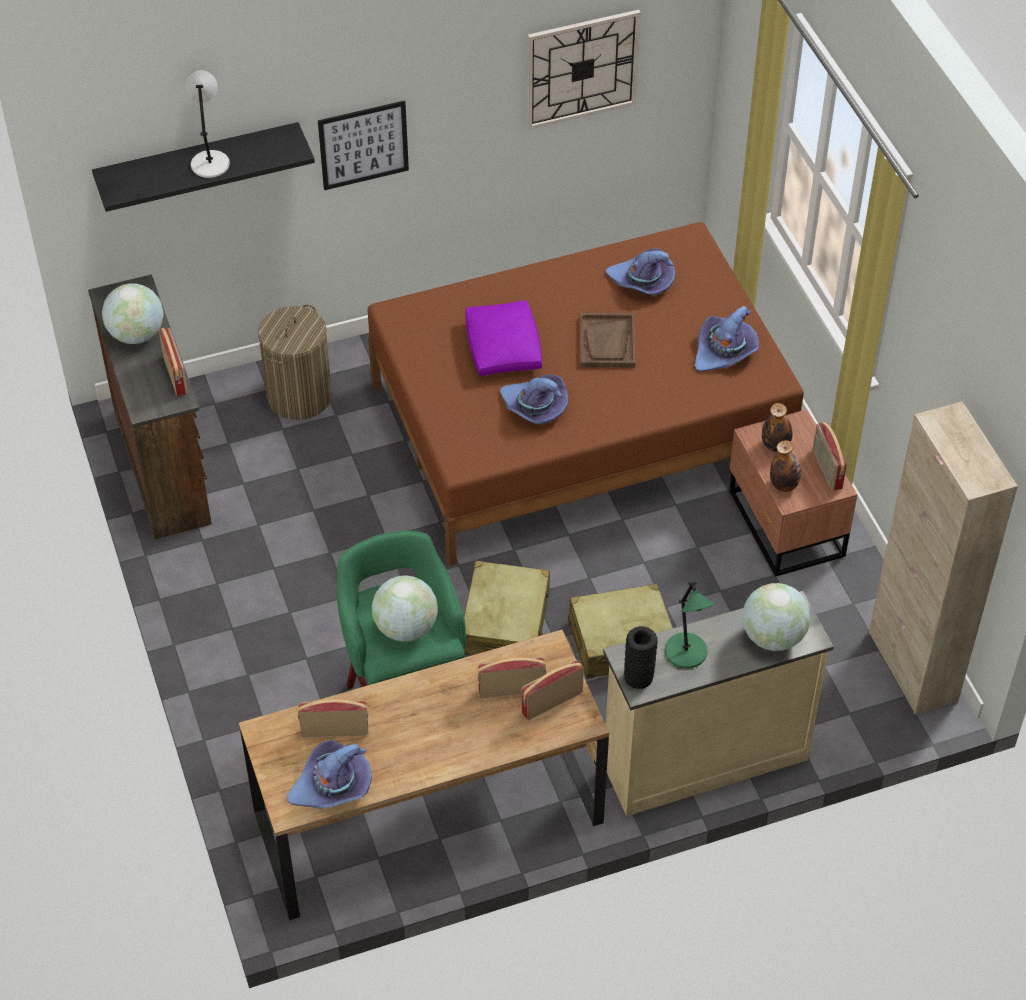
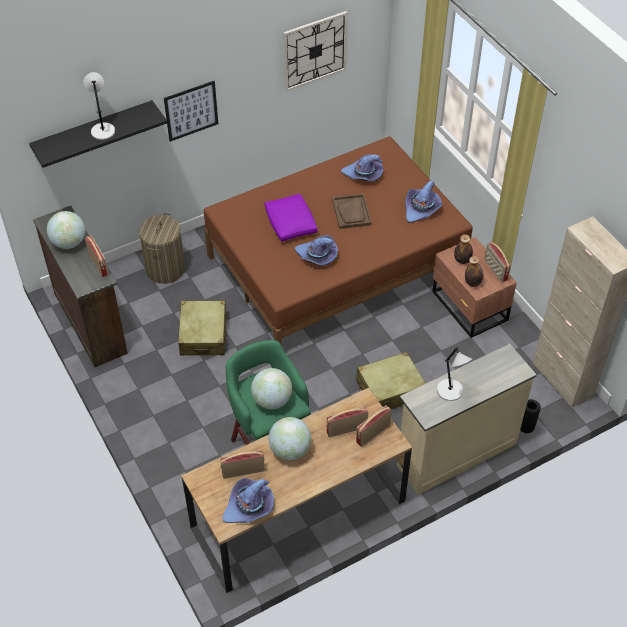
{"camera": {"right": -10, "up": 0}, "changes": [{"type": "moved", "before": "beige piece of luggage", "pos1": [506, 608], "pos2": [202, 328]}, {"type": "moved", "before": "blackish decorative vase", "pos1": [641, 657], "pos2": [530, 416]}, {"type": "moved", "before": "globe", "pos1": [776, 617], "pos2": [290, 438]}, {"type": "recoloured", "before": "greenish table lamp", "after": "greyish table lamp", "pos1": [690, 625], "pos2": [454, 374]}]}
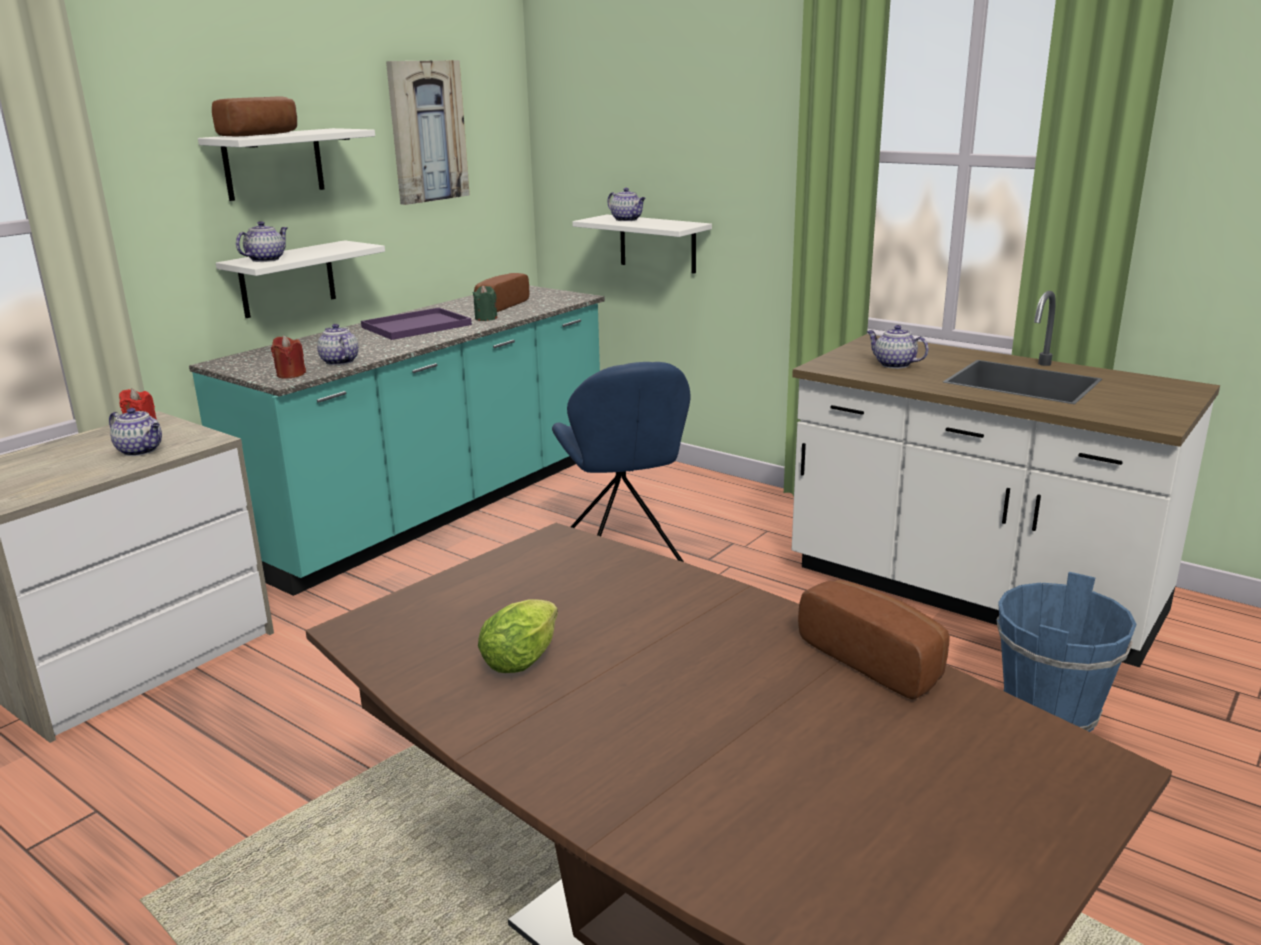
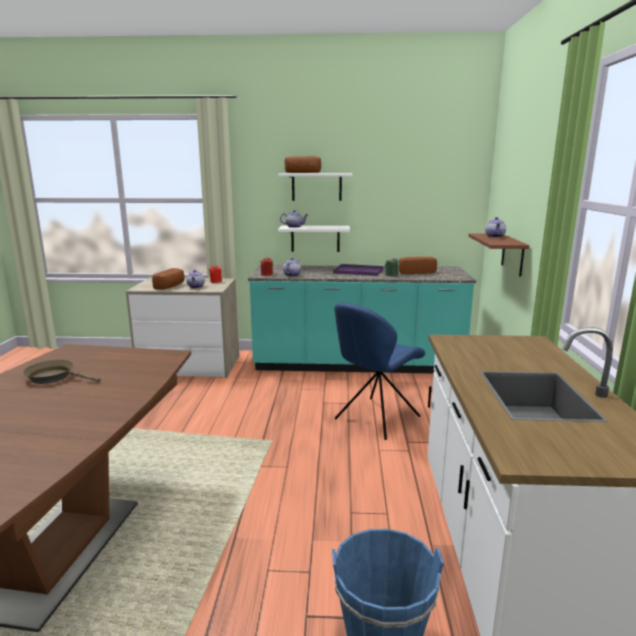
{"camera": {"right": 55, "up": -5}, "changes": [{"type": "removed", "before": "wall picture", "pos1": [428, 132]}, {"type": "removed", "before": "pot for tea", "pos1": [898, 347]}, {"type": "moved", "before": "bakery bread", "pos1": [874, 640], "pos2": [168, 279]}, {"type": "replaced", "before": "lettuce", "after": "brownish skillet", "pos1": [518, 636], "pos2": [61, 372]}, {"type": "recoloured", "before": "white shelf", "after": "brownish shelf", "pos1": [642, 244], "pos2": [499, 255]}]}
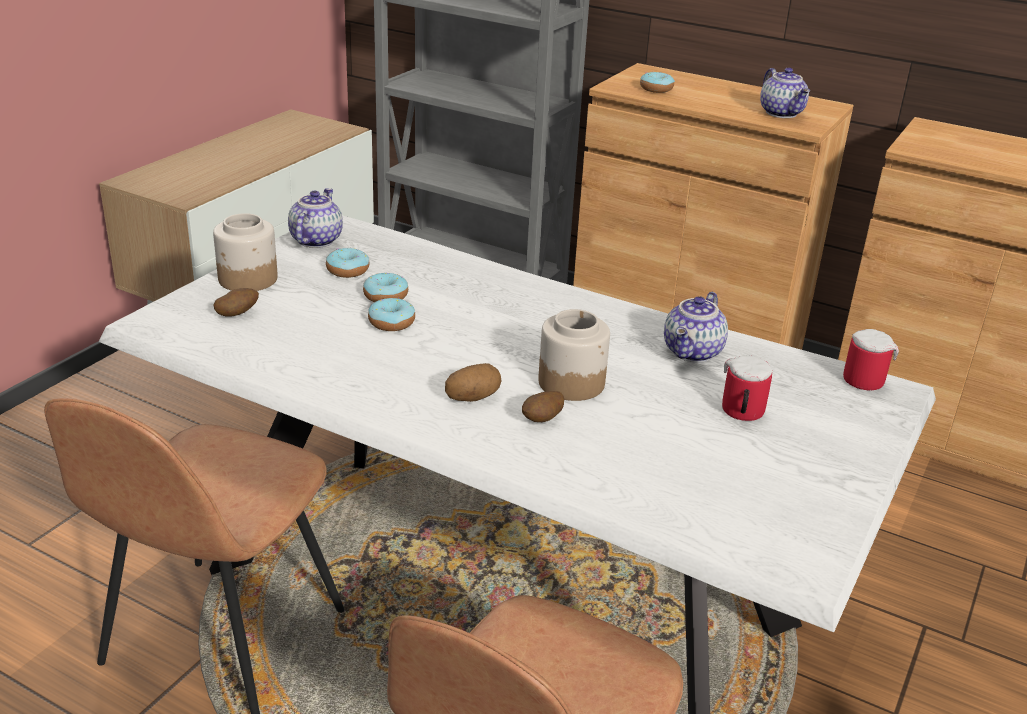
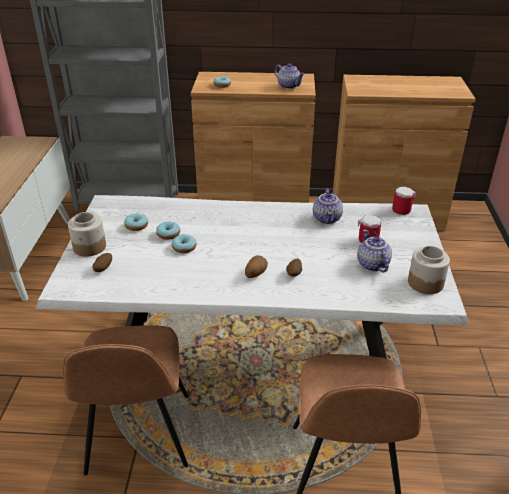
{"camera": {"right": -25, "up": 5}, "changes": [{"type": "moved", "before": "pot for tea", "pos1": [315, 218], "pos2": [374, 251]}, {"type": "moved", "before": "storage jar", "pos1": [574, 355], "pos2": [429, 270]}]}
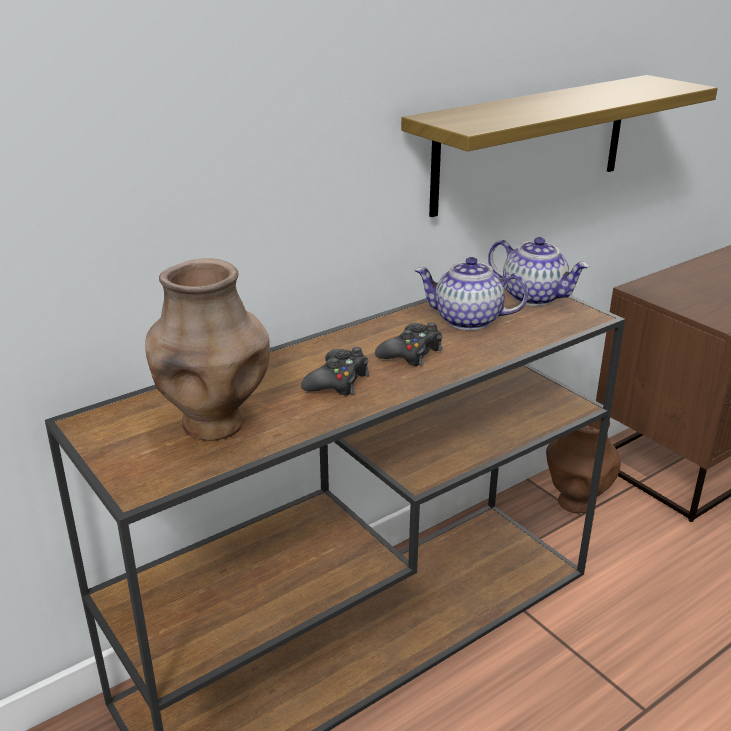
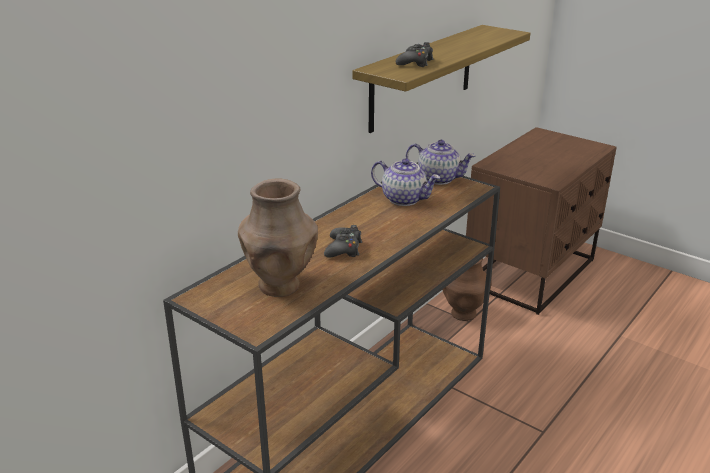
{"camera": {"right": -15, "up": 0}, "changes": [{"type": "moved", "before": "blackish game controller", "pos1": [409, 344], "pos2": [415, 54]}, {"type": "turned", "before": "pot for tea", "pos1": [471, 293], "pos2": [405, 182], "turn": -150}]}
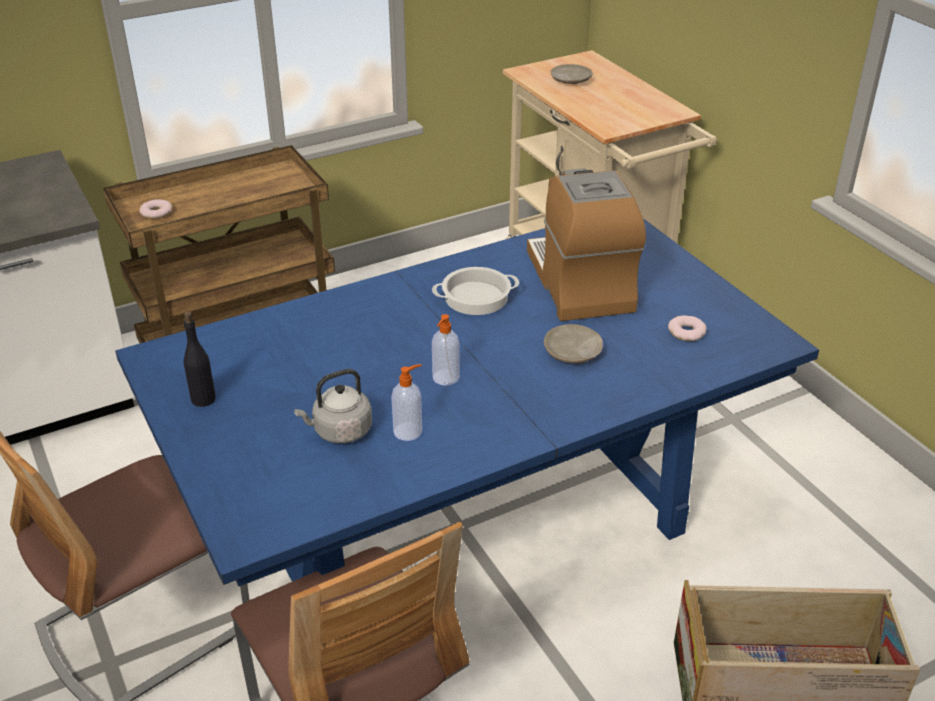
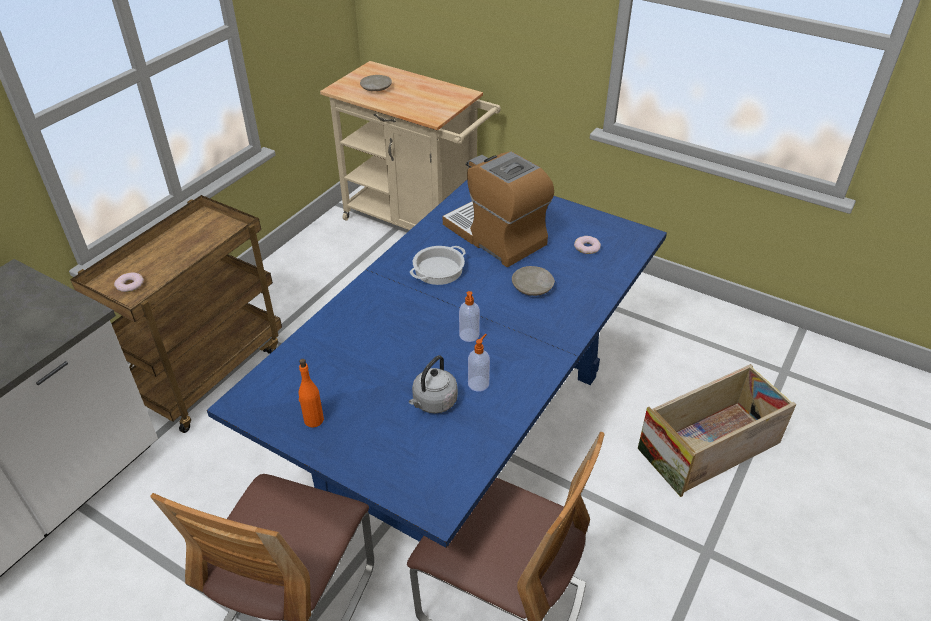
{"camera": {"right": -30, "up": 5}, "changes": [{"type": "recoloured", "before": "blackish beverage bottle", "after": "orangey beverage bottle", "pos1": [200, 359], "pos2": [311, 393]}]}
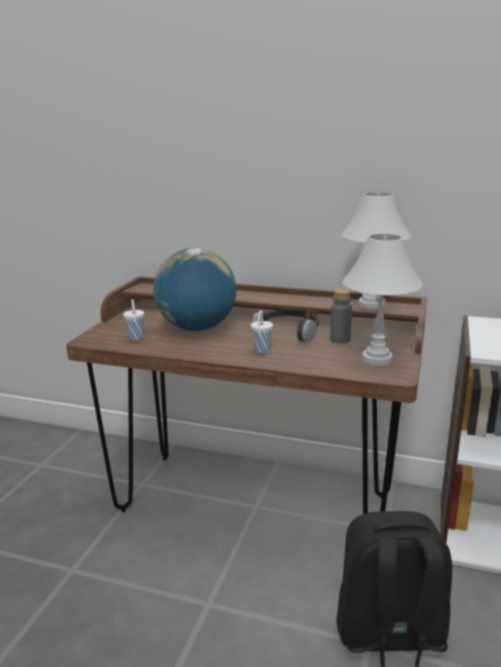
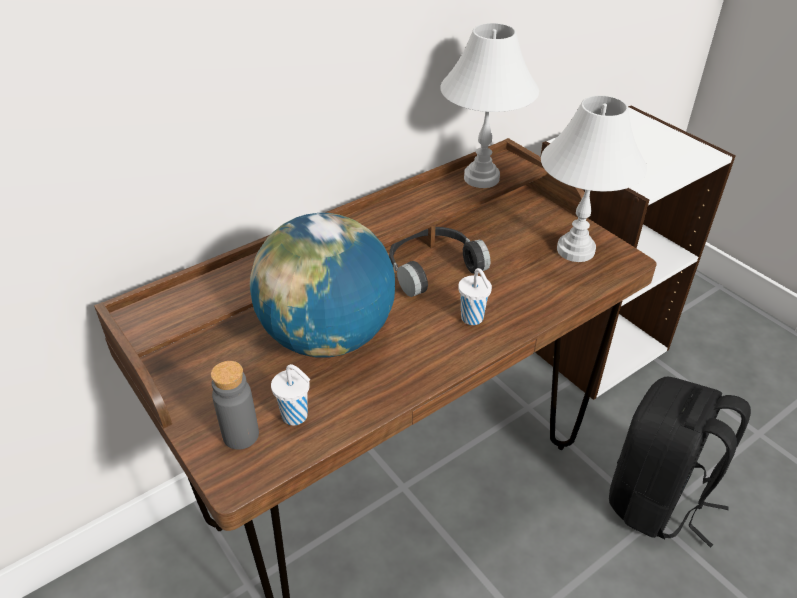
{"camera": {"right": -55, "up": 20}, "changes": [{"type": "moved", "before": "greyish beverage bottle", "pos1": [341, 316], "pos2": [235, 405]}]}
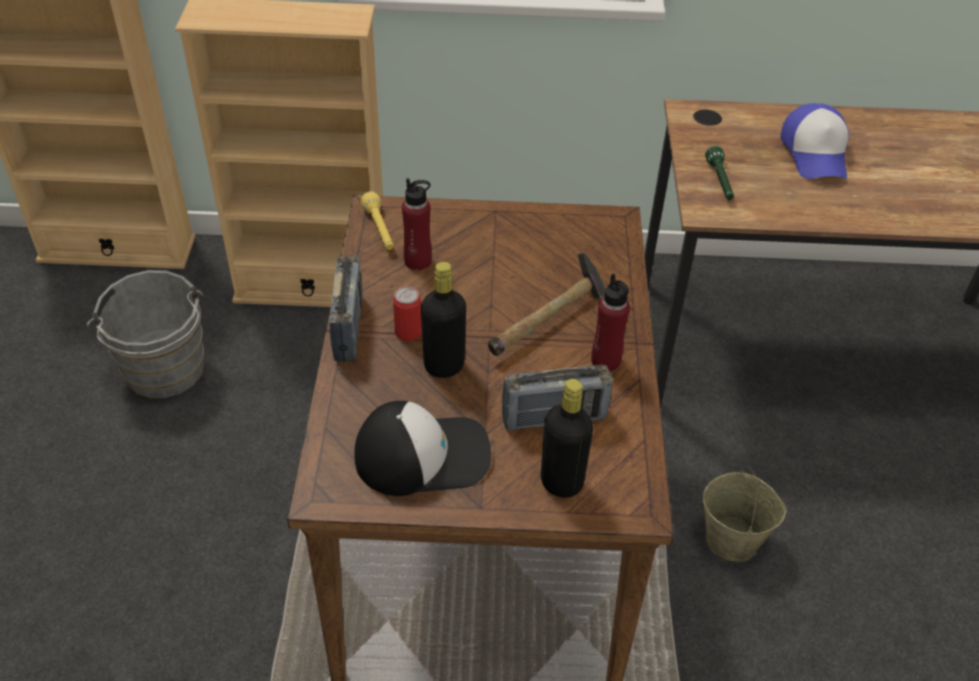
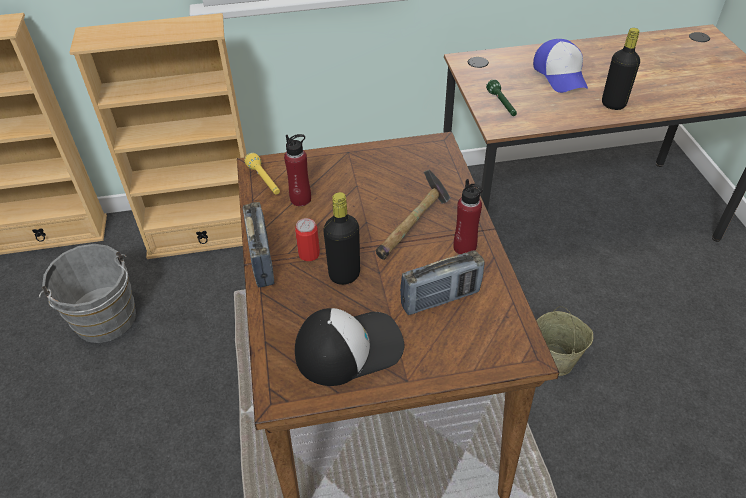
{"camera": {"right": -10, "up": 0}, "changes": [{"type": "moved", "before": "blackish beverage bottle", "pos1": [567, 438], "pos2": [621, 69]}]}
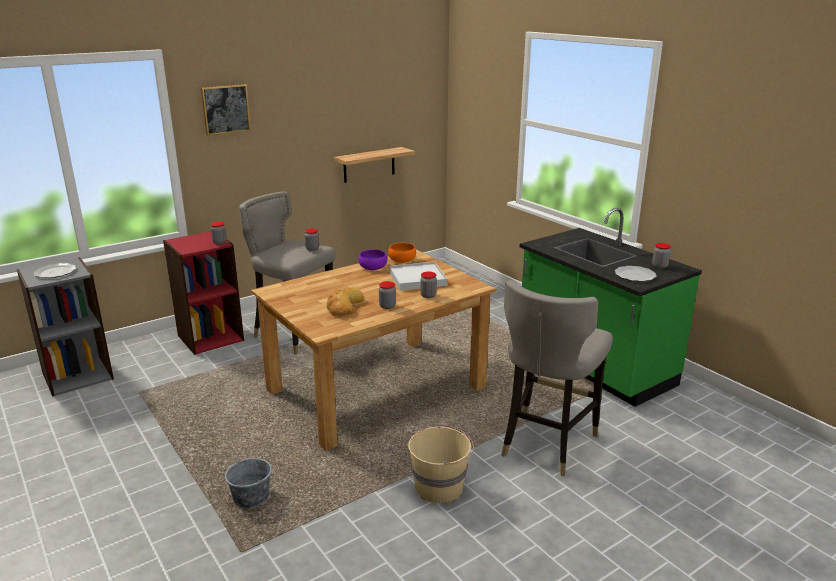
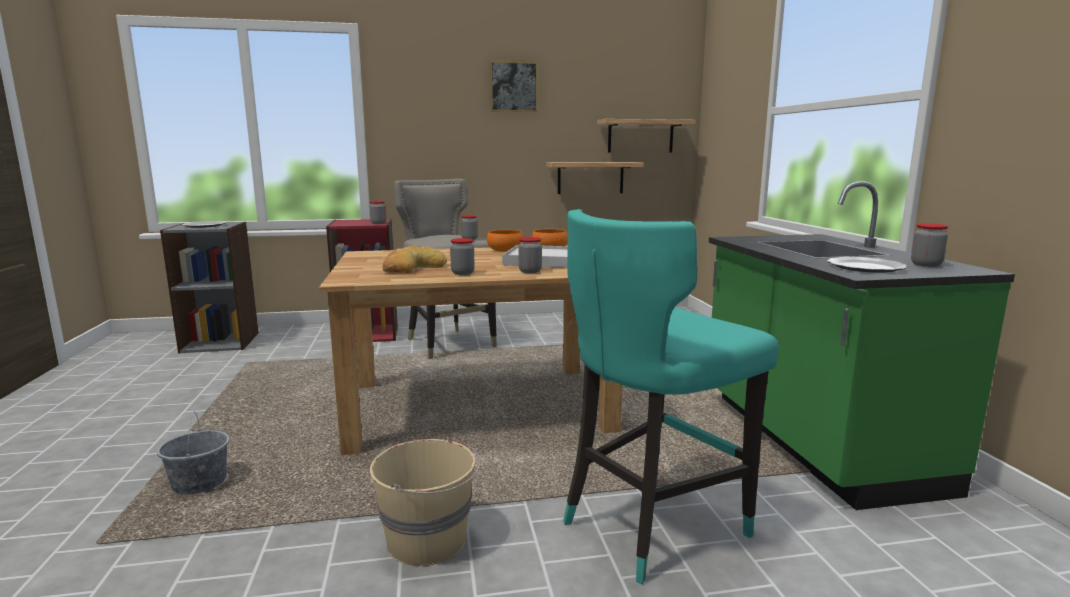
{"camera": {"right": 25, "up": -10}, "changes": [{"type": "added", "after": "shelf", "pos2": [646, 136]}, {"type": "moved", "before": "wall picture", "pos1": [226, 110], "pos2": [514, 86]}, {"type": "recoloured", "before": "purple bowl", "after": "orangey bowl", "pos1": [372, 260], "pos2": [505, 241]}, {"type": "recoloured", "before": "greyish stool seat", "after": "turquoise-coloured stool seat", "pos1": [557, 378], "pos2": [671, 396]}]}
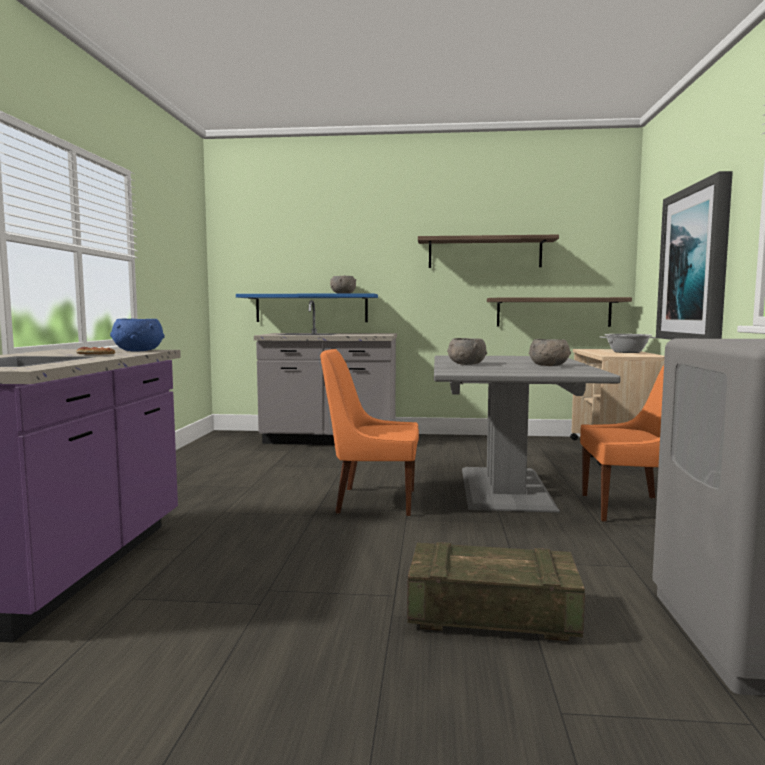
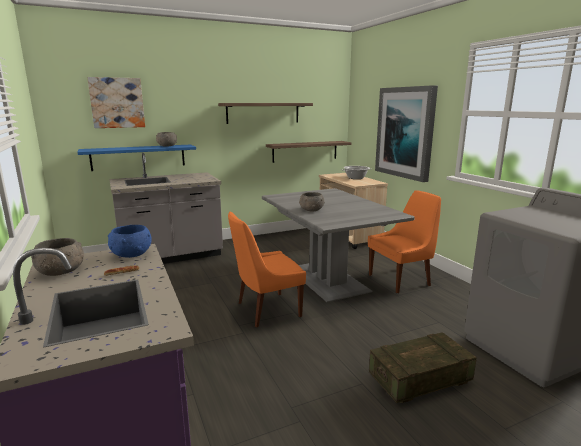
{"camera": {"right": -30, "up": 10}, "changes": [{"type": "added", "after": "wall picture", "pos2": [116, 102]}, {"type": "moved", "before": "greyish bowl", "pos1": [550, 352], "pos2": [57, 257]}]}
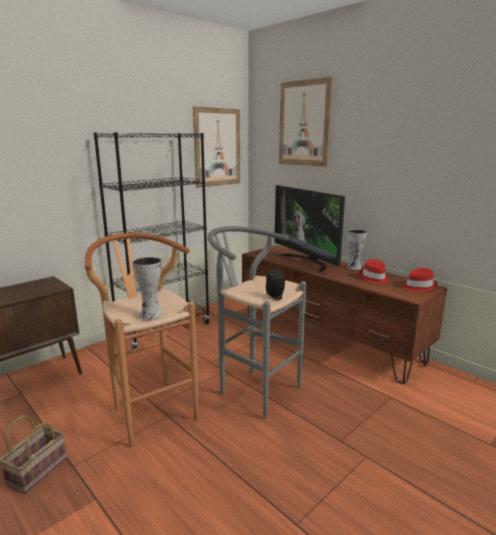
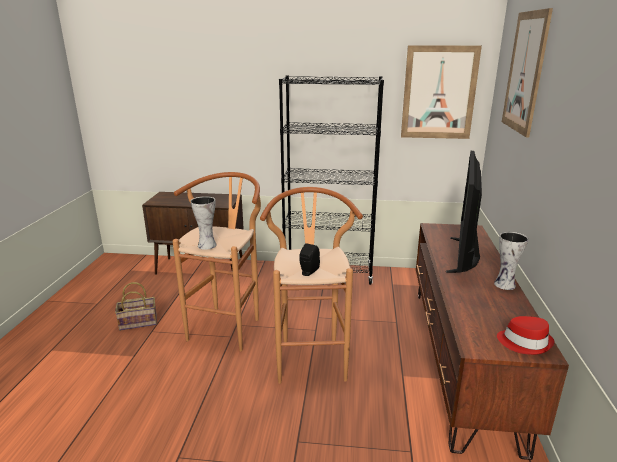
{"camera": {"right": 50, "up": 5}, "changes": [{"type": "removed", "before": "red wearable hat", "pos1": [374, 271]}, {"type": "recoloured", "before": "greyish stool seat", "after": "brownish stool seat", "pos1": [257, 322], "pos2": [311, 285]}]}
